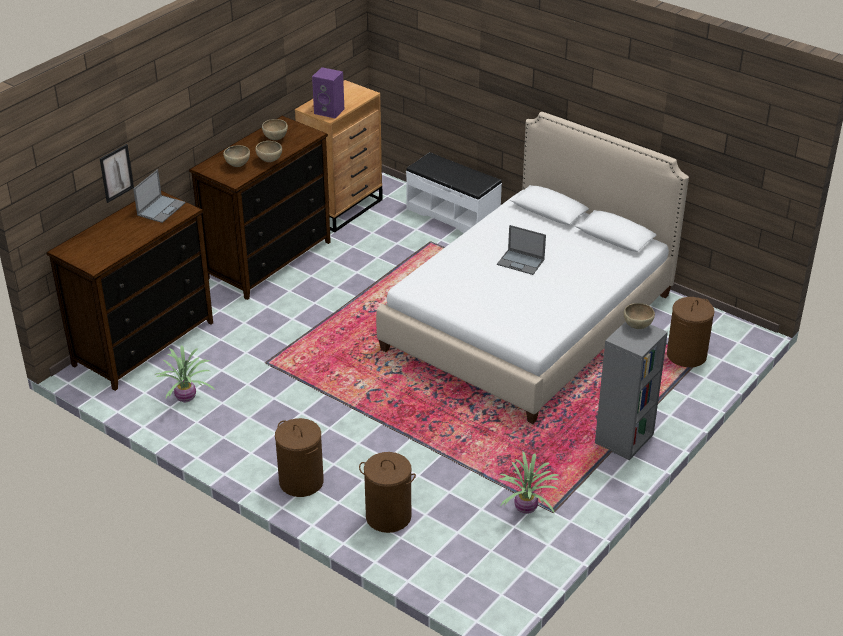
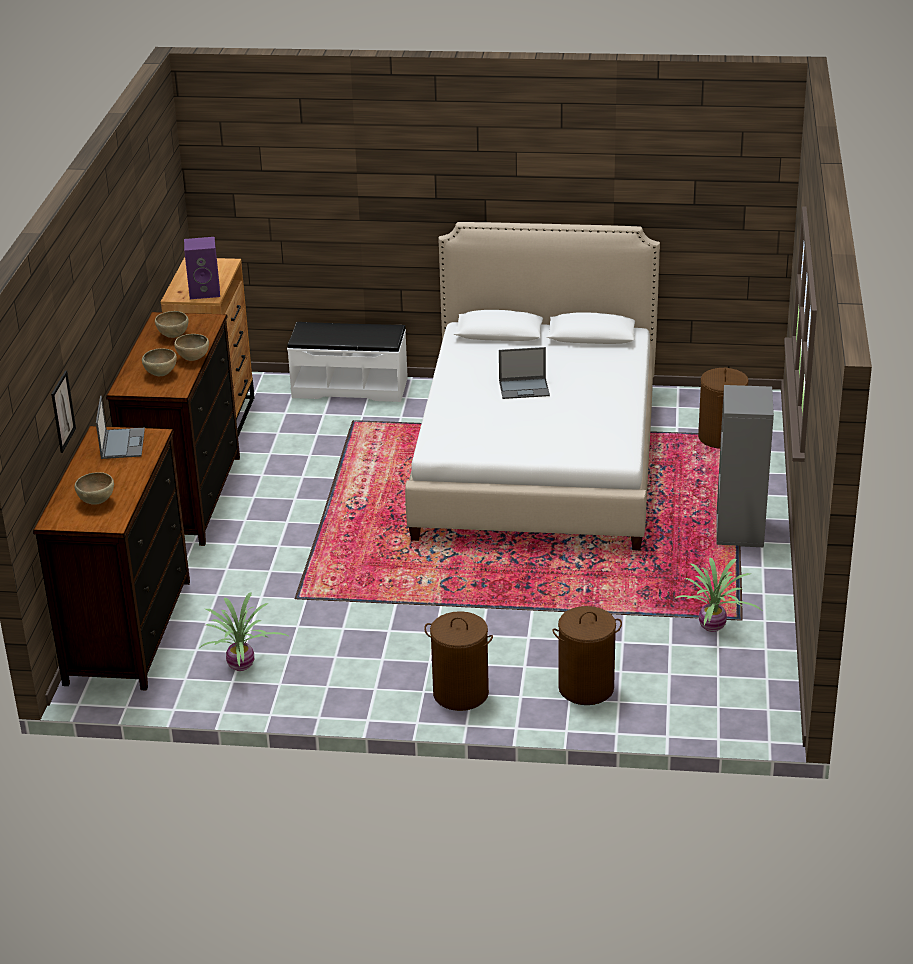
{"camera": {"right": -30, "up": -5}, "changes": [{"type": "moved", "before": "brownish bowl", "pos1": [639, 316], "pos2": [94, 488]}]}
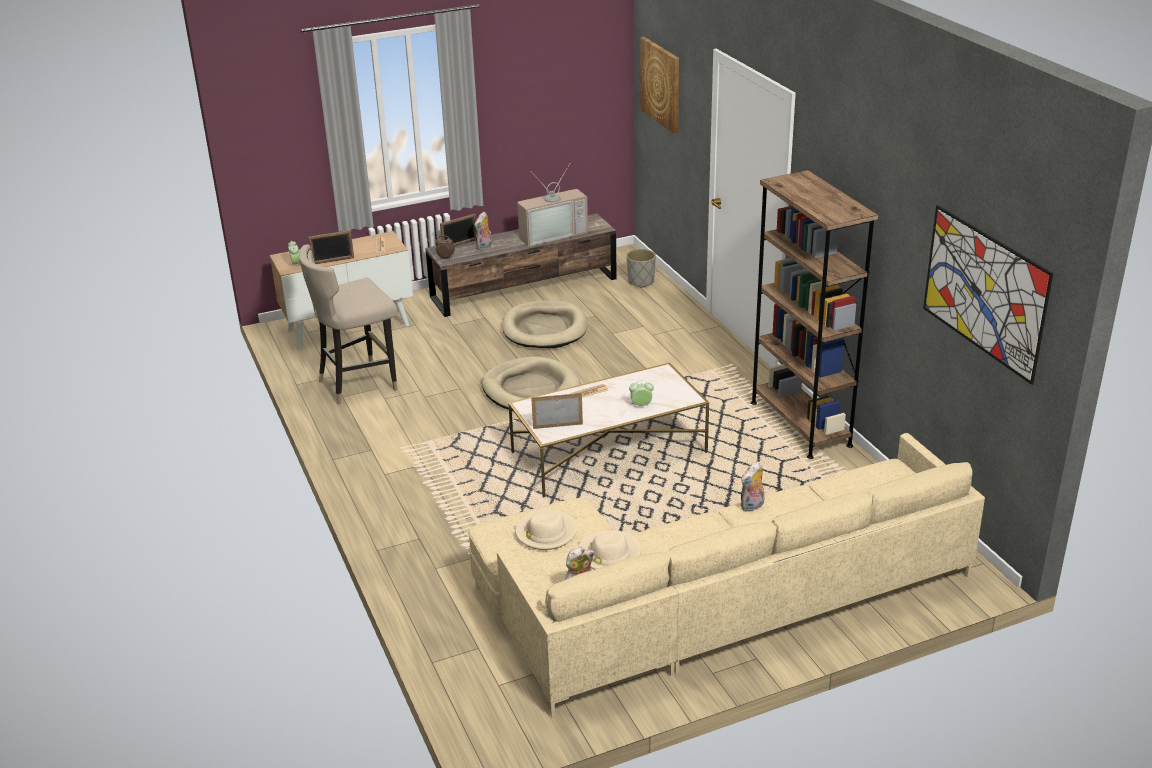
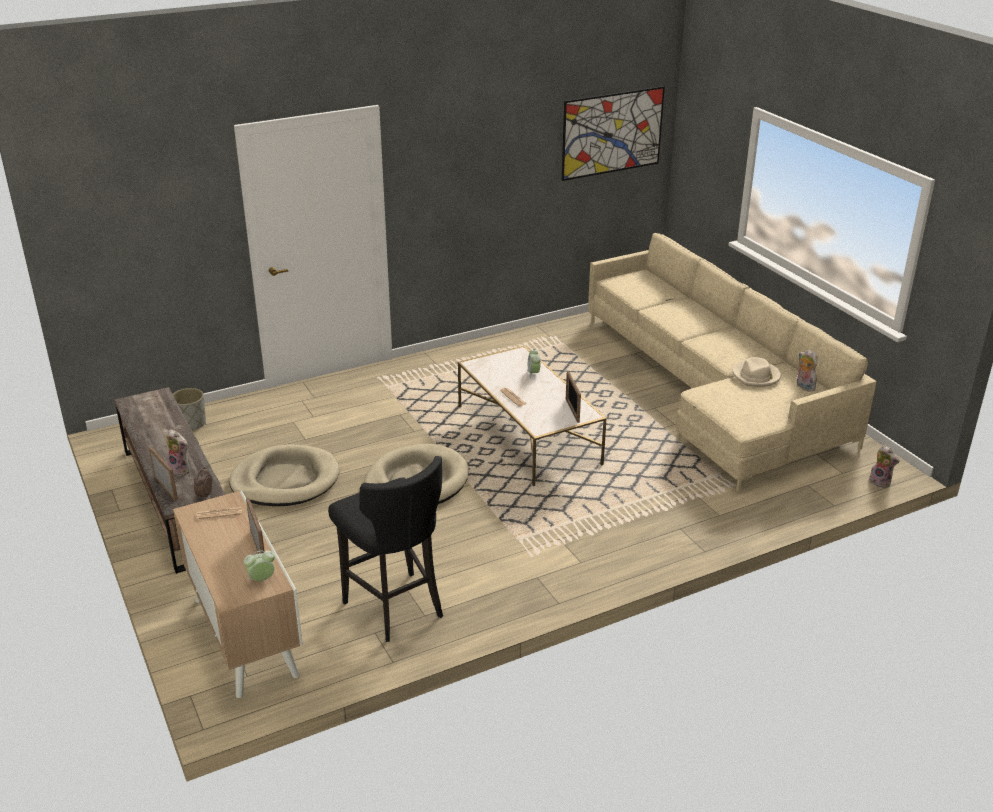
{"camera": {"right": -95, "up": 0}, "changes": [{"type": "removed", "before": "beige wearable hat", "pos1": [546, 530]}, {"type": "removed", "before": "television", "pos1": [552, 205]}, {"type": "removed", "before": "wall picture", "pos1": [659, 85]}, {"type": "removed", "before": "brownish bookcase", "pos1": [814, 314]}, {"type": "moved", "before": "plush toy", "pos1": [752, 486], "pos2": [884, 466]}, {"type": "recoloured", "before": "beige stool seat", "after": "blackish stool seat", "pos1": [348, 324], "pos2": [385, 549]}]}
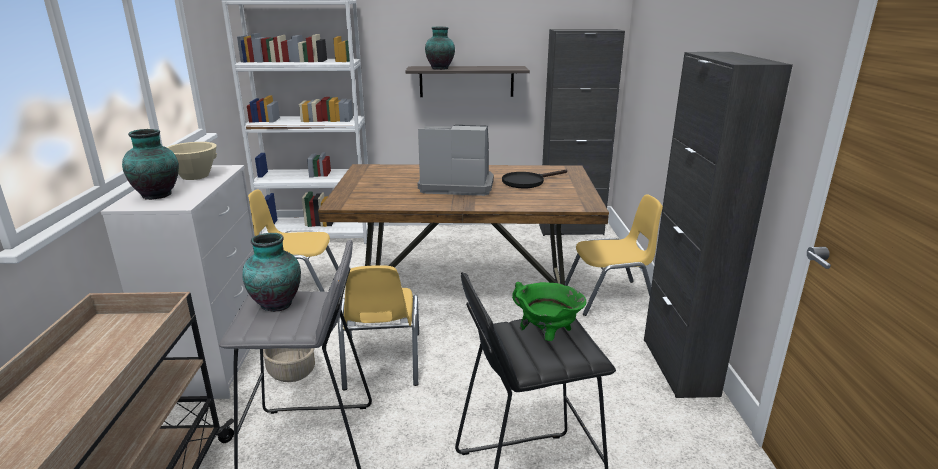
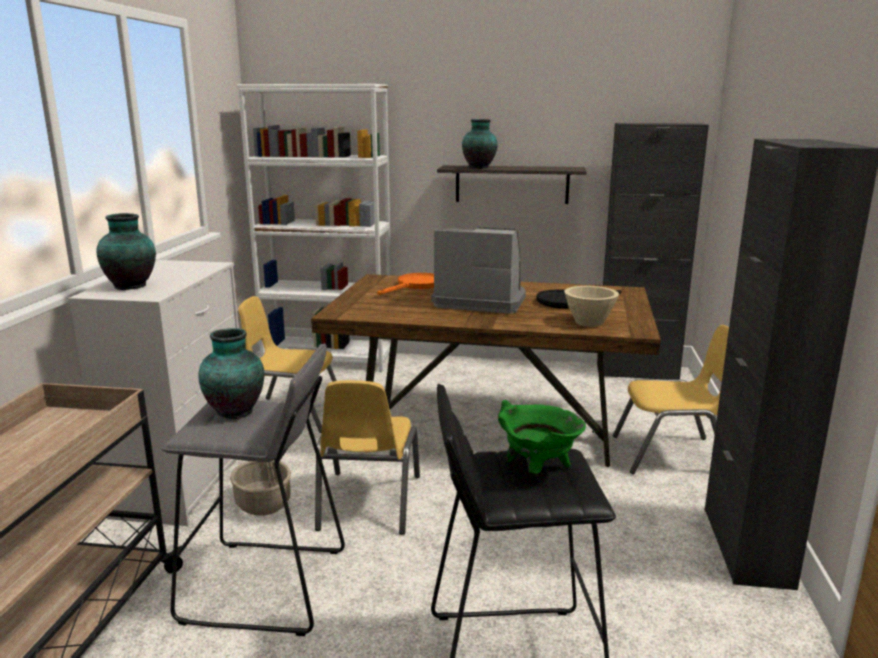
{"camera": {"right": 10, "up": -5}, "changes": [{"type": "added", "after": "orangey skillet", "pos2": [405, 284]}, {"type": "moved", "before": "beige bowl", "pos1": [191, 161], "pos2": [591, 306]}]}
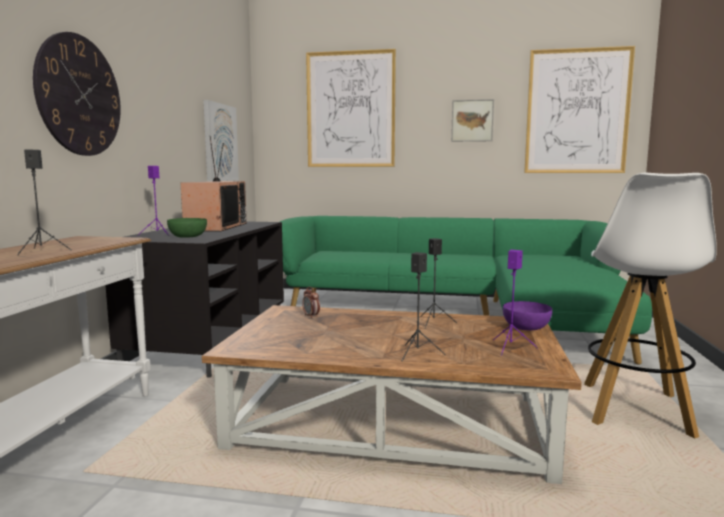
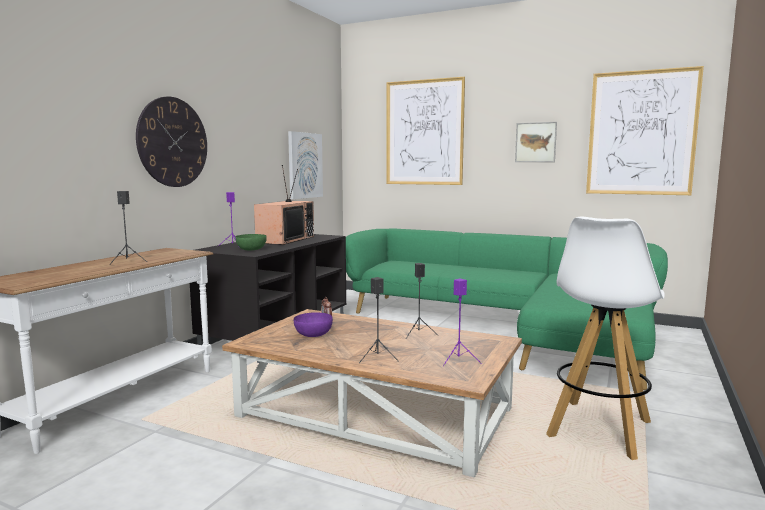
{"camera": {"right": 15, "up": 0}, "changes": [{"type": "moved", "before": "purple bowl", "pos1": [527, 316], "pos2": [313, 324]}]}
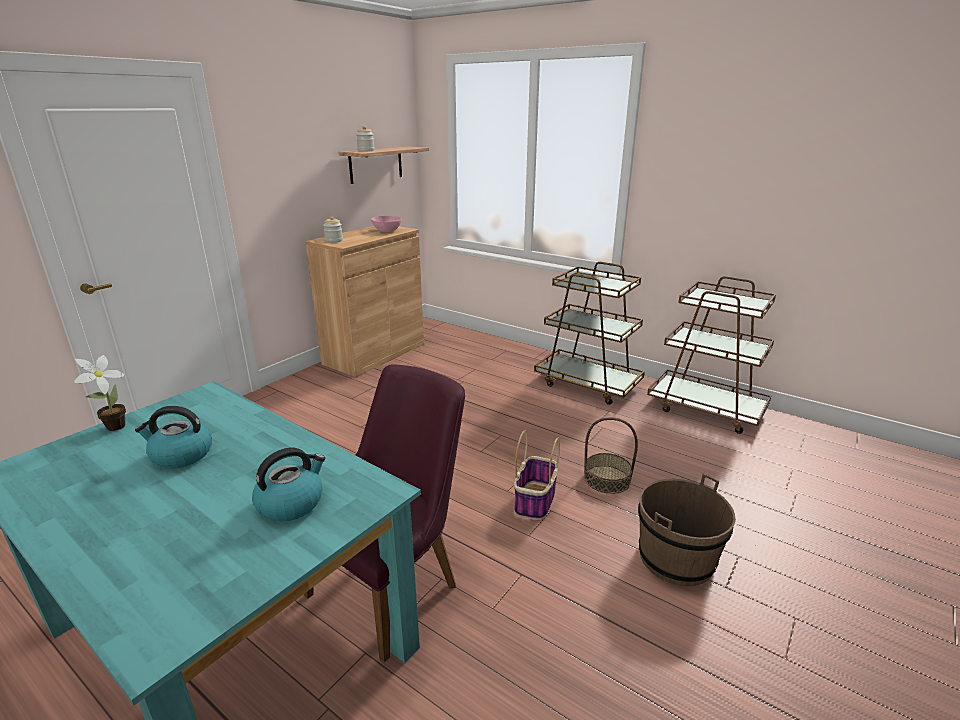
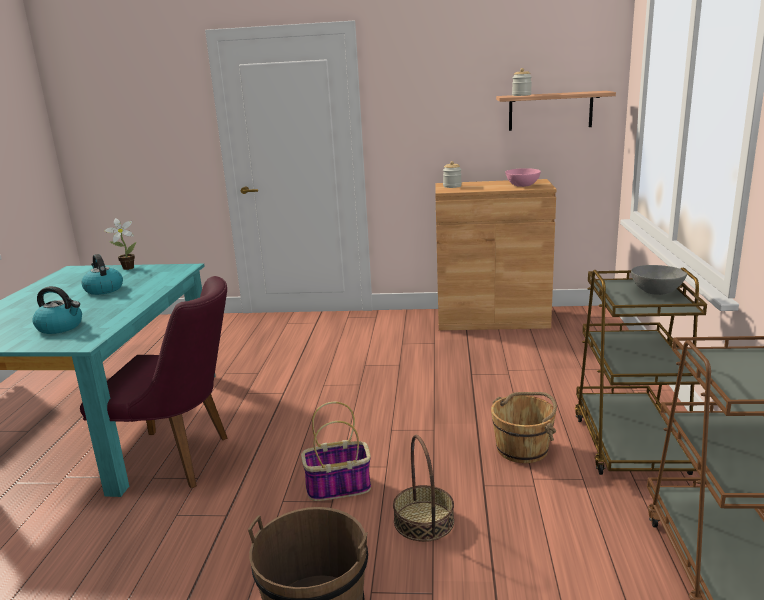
{"camera": {"right": 60, "up": -5}, "changes": [{"type": "added", "after": "brownish pail", "pos2": [524, 427]}, {"type": "added", "after": "greyish bowl", "pos2": [659, 280]}]}
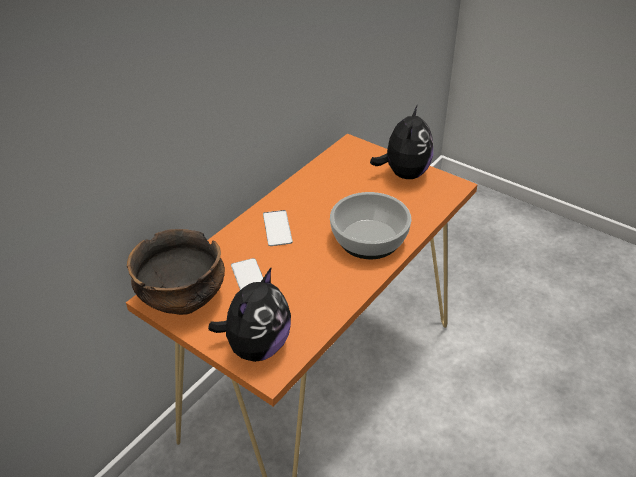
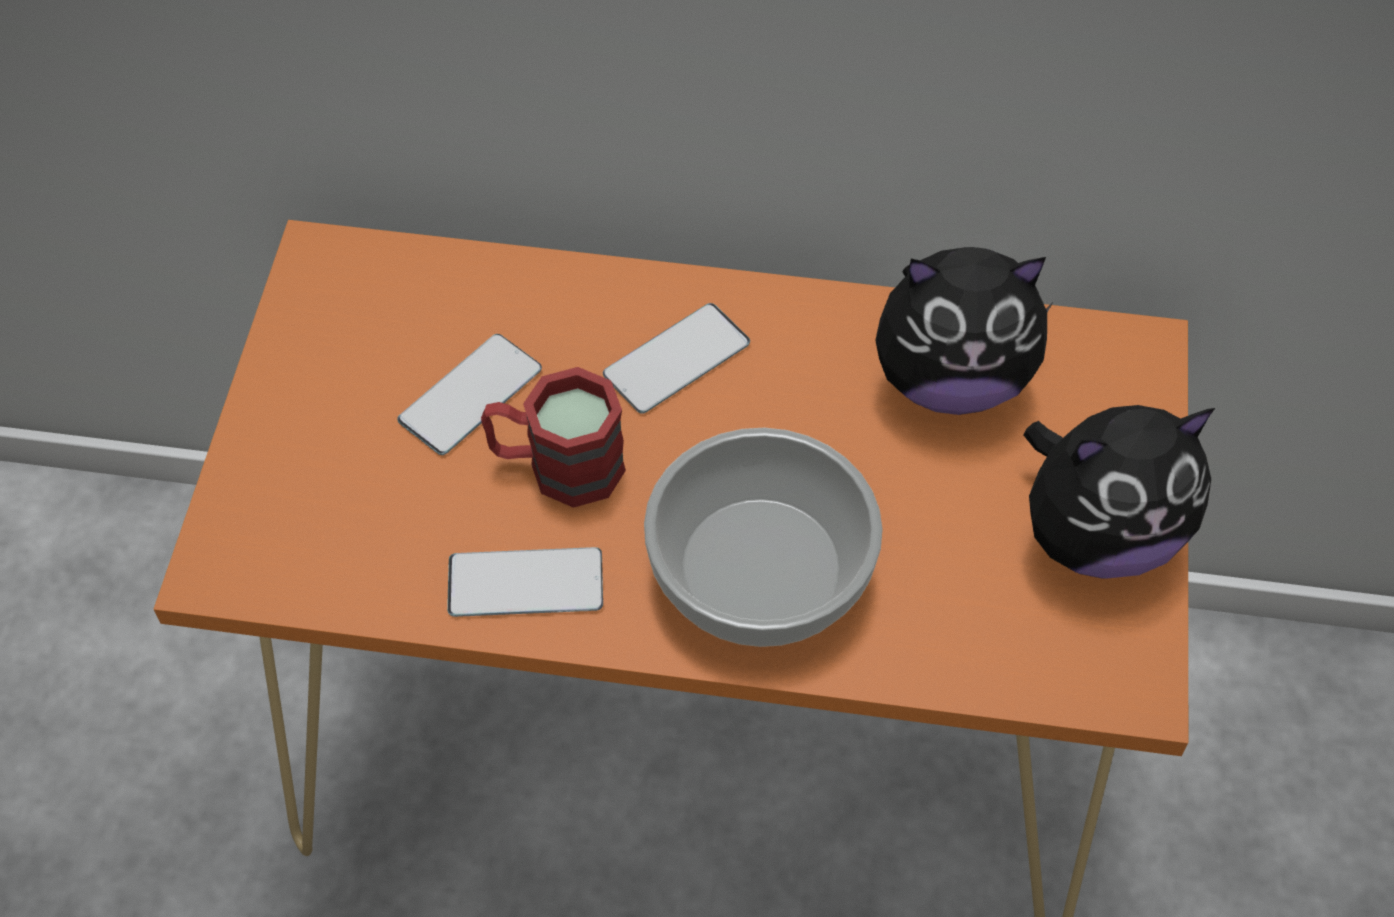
{"camera": {"right": 60, "up": 15}, "changes": [{"type": "removed", "before": "bowl", "pos1": [176, 272]}, {"type": "added", "after": "phone", "pos2": [525, 582]}, {"type": "added", "after": "red mug", "pos2": [553, 437]}, {"type": "moved", "before": "plush toy", "pos1": [249, 314], "pos2": [964, 331]}]}
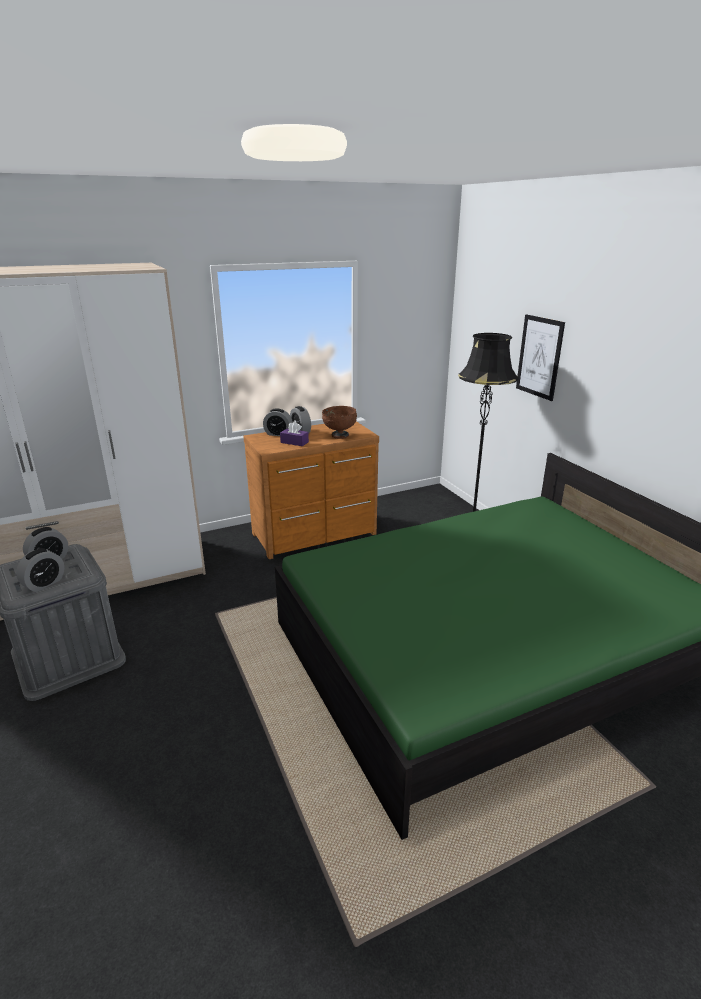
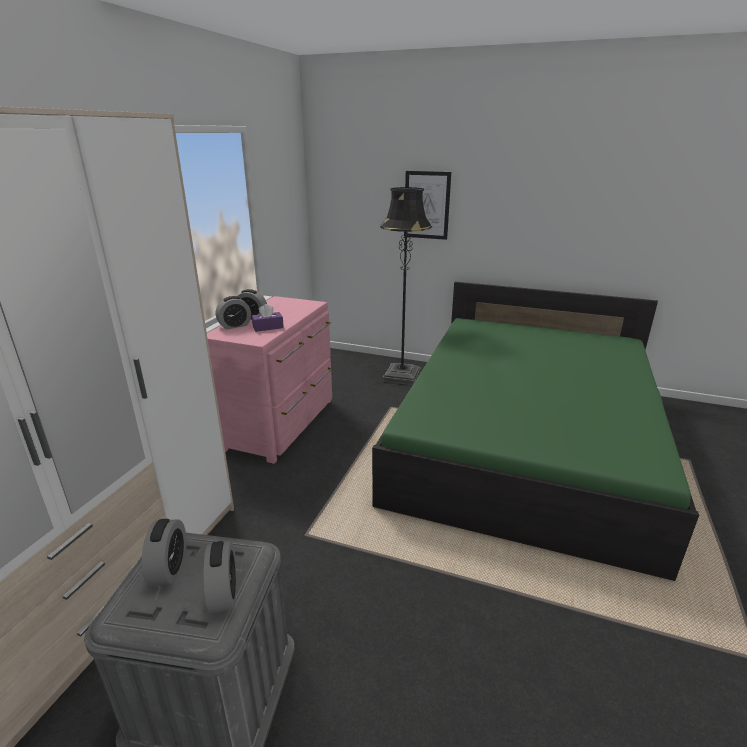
{"camera": {"right": -45, "up": 0}, "changes": [{"type": "removed", "before": "brownish bowl", "pos1": [339, 422]}, {"type": "recoloured", "before": "brownish drawer chest", "after": "pink-coloured drawer chest", "pos1": [311, 490], "pos2": [270, 380]}]}
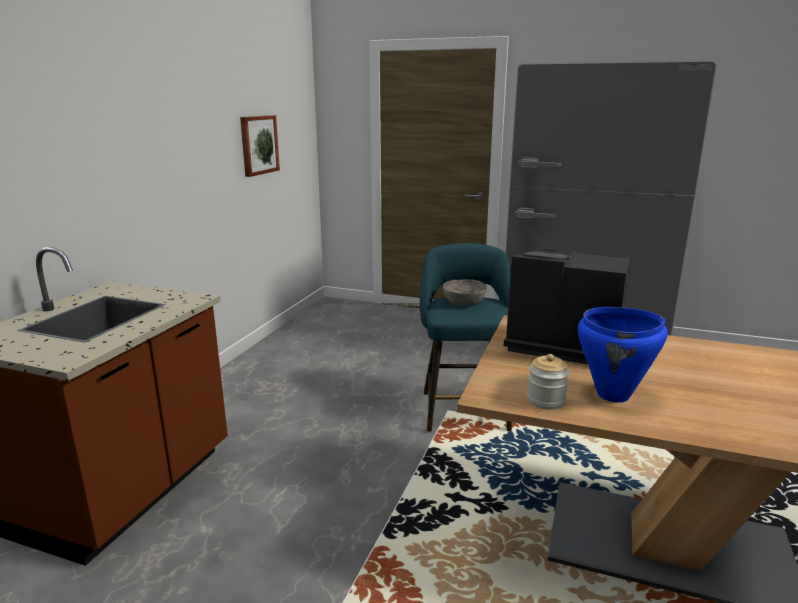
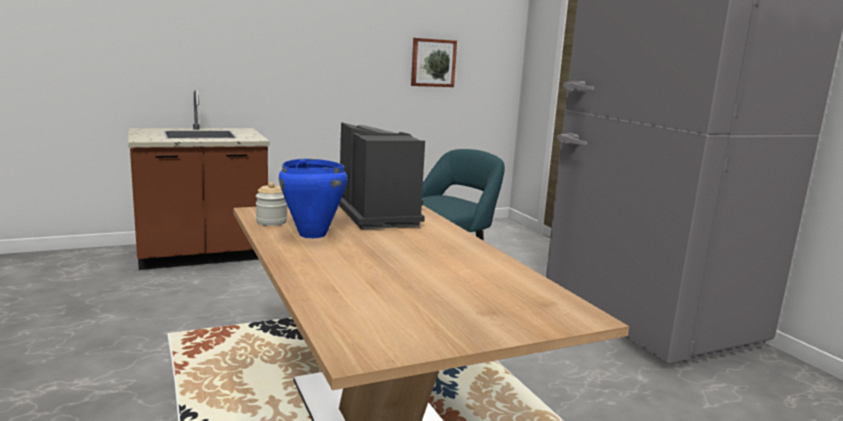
{"camera": {"right": 45, "up": -5}, "changes": [{"type": "removed", "before": "greyish bowl", "pos1": [465, 292]}]}
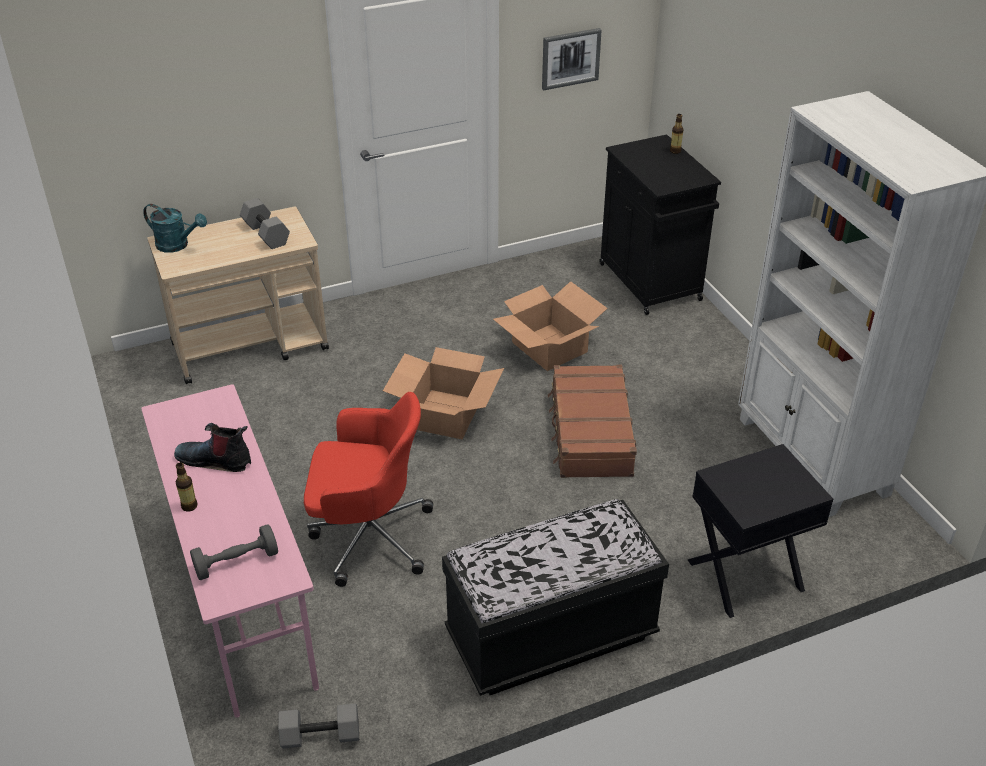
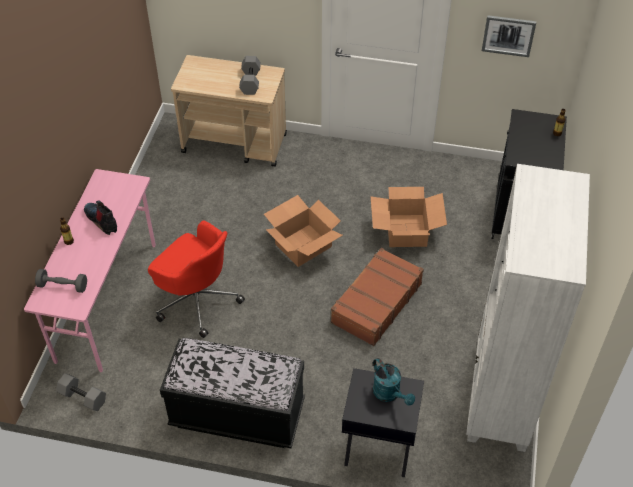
{"camera": {"right": 35, "up": 10}, "changes": [{"type": "moved", "before": "turquoise-coloured watering can", "pos1": [175, 228], "pos2": [394, 382]}]}
